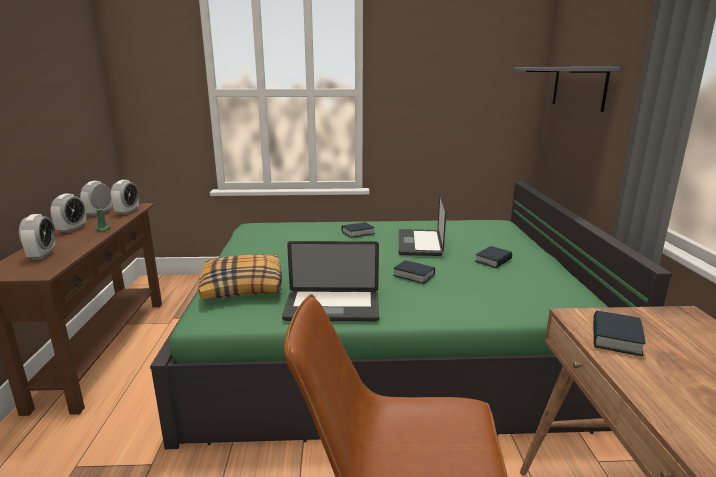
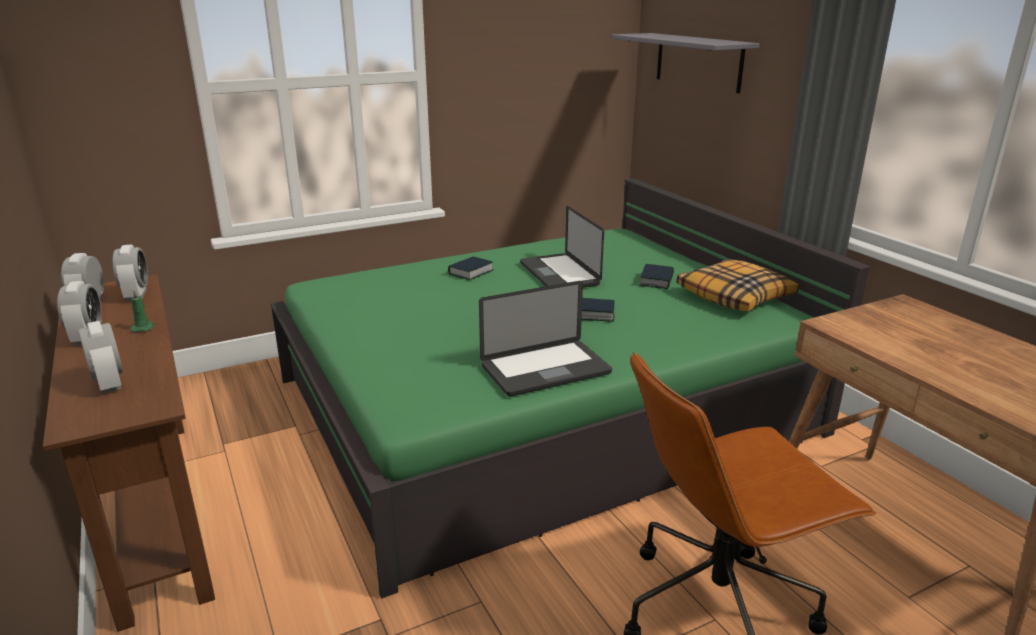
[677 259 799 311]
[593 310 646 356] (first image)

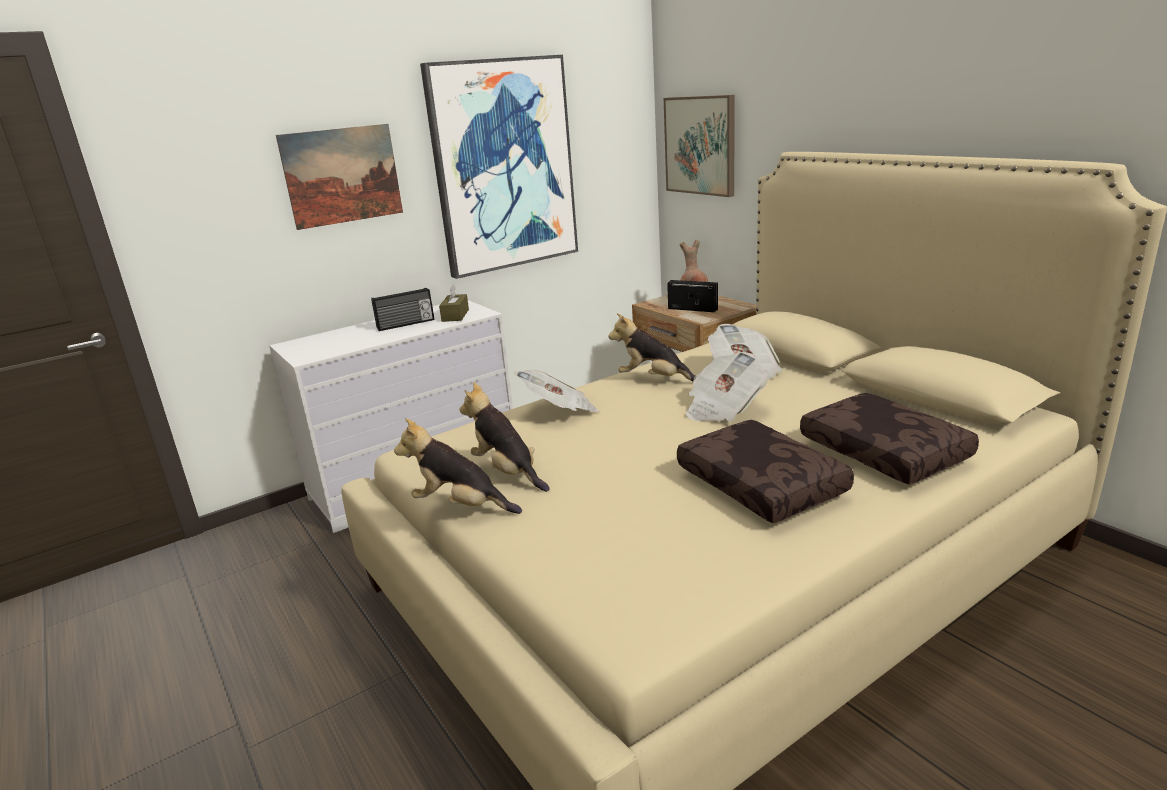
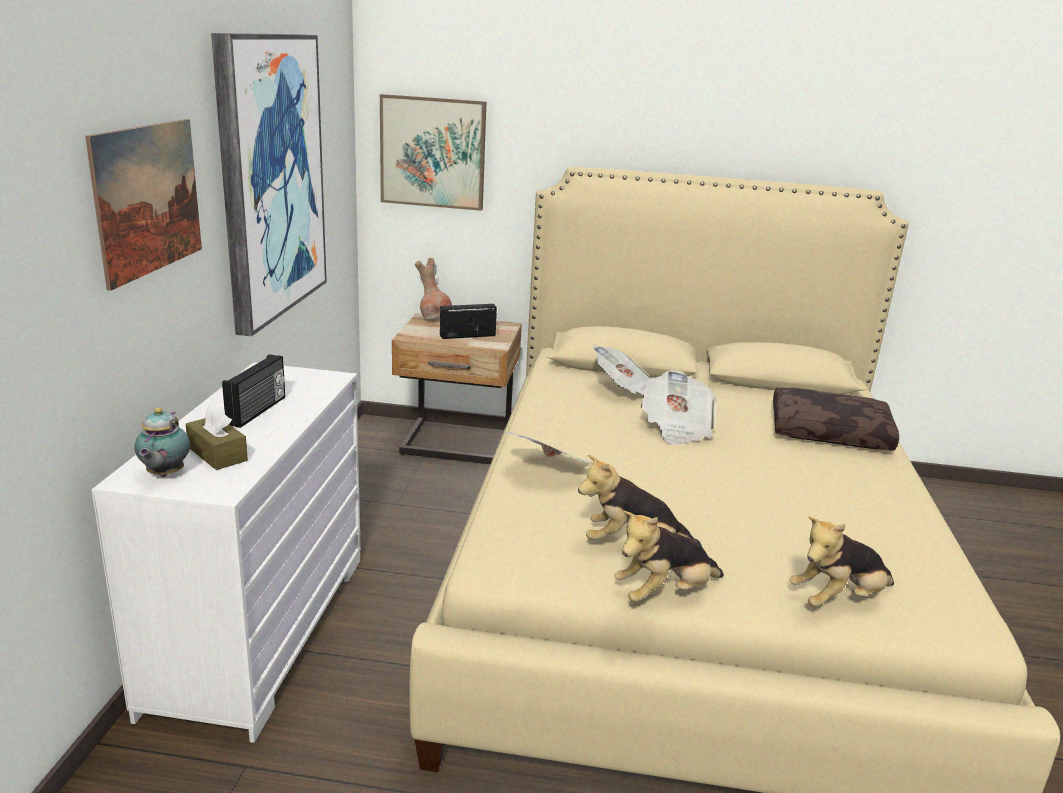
[186 404 248 470]
[790 517 894 607]
[677 420 854 523] (first image)
[134 408 190 477]

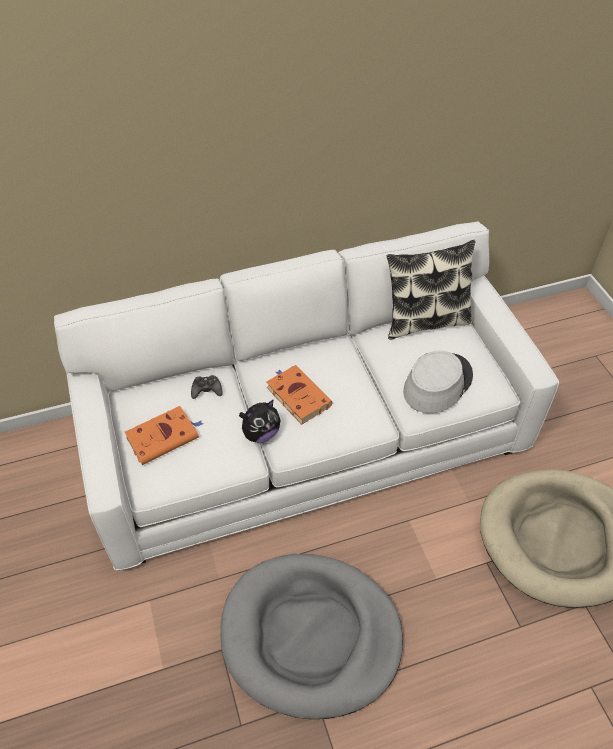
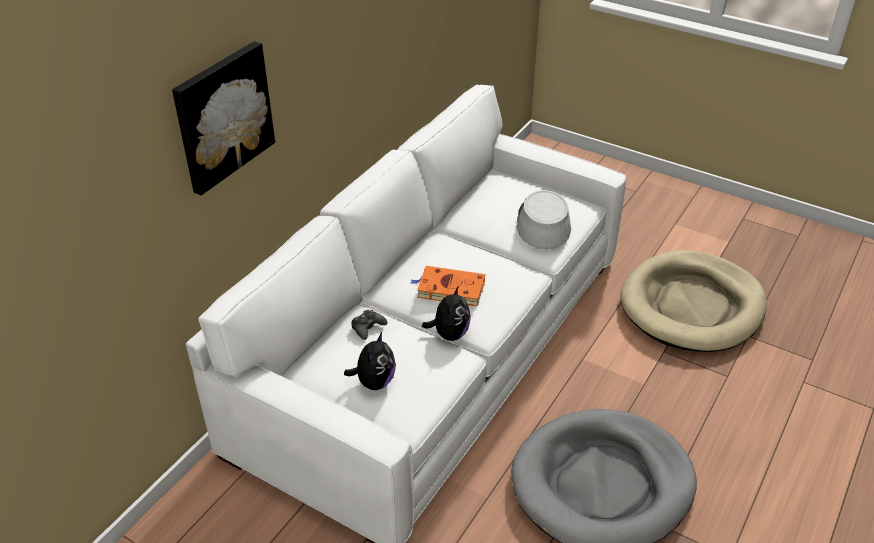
[344 332 396 390]
[387 240 476 339] (first image)
[172 41 275 195]

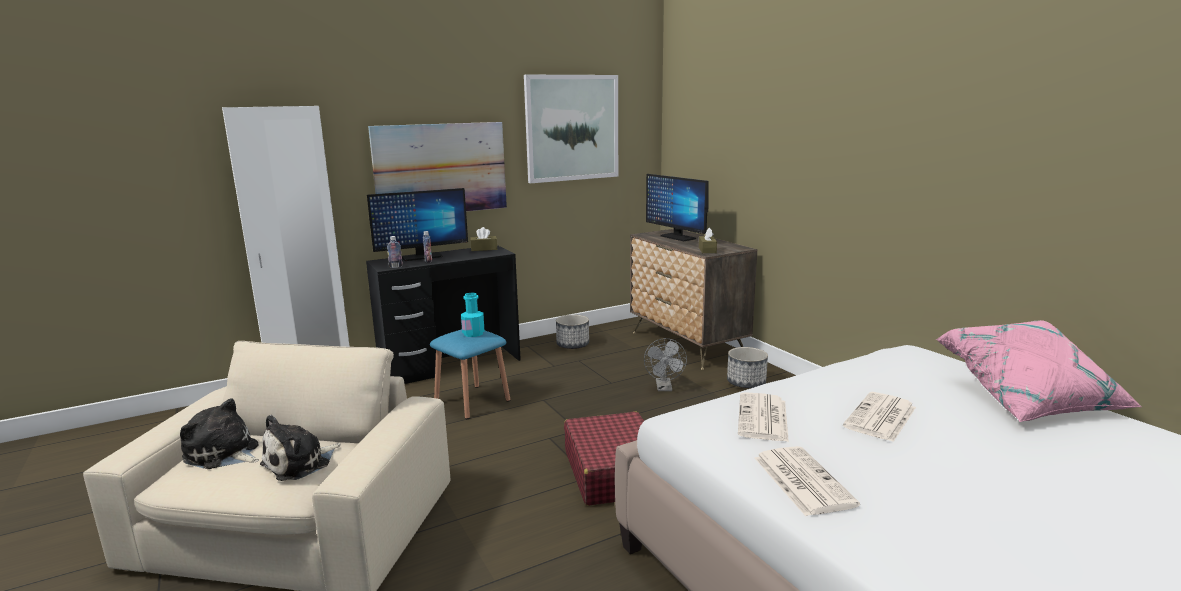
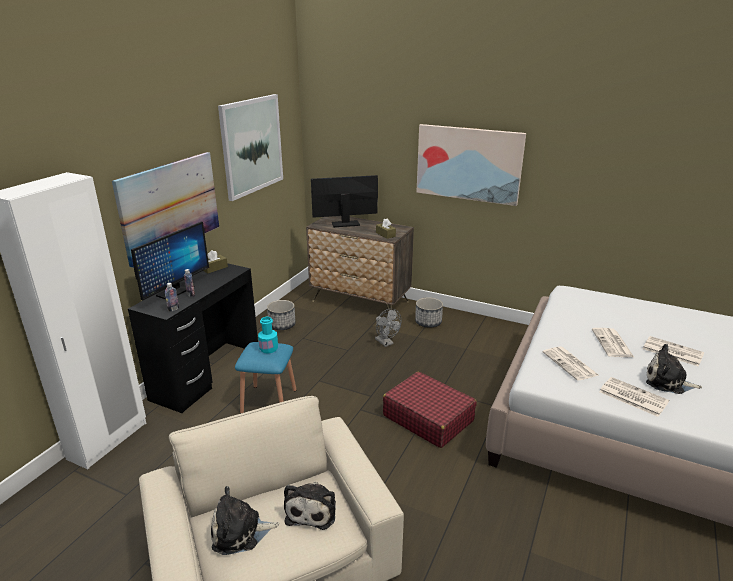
[311 175 378 227]
[936 320 1142 422] (first image)
[417 124 526 206]
[643 336 704 367]
[646 344 702 394]

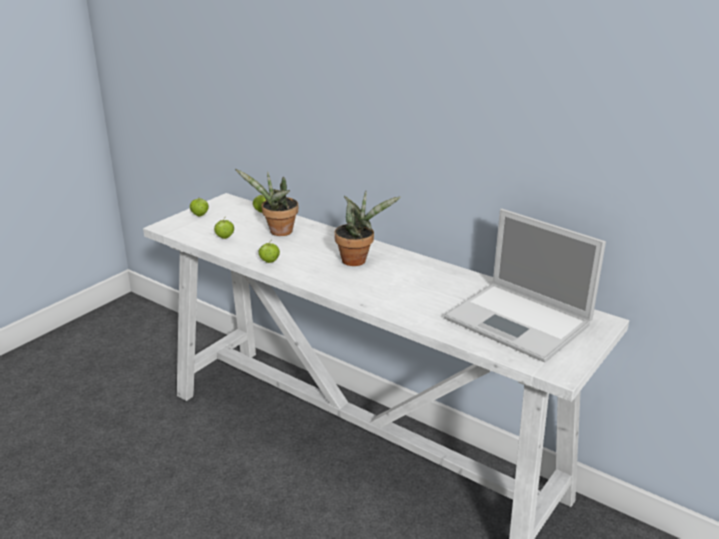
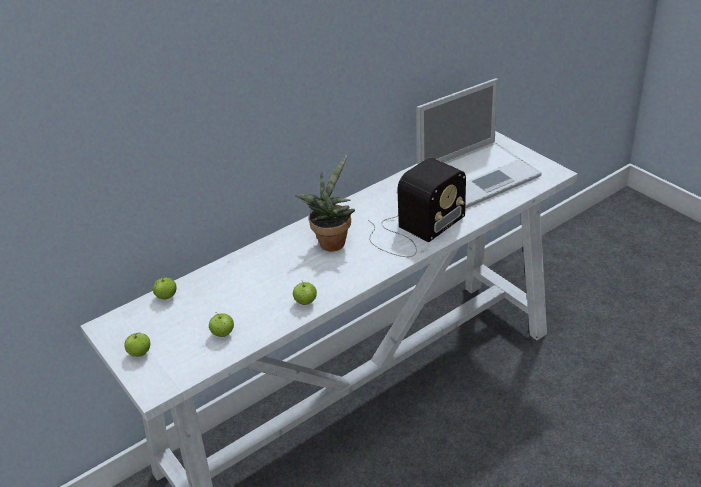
[235 169 298 236] (first image)
[368 158 466 257]

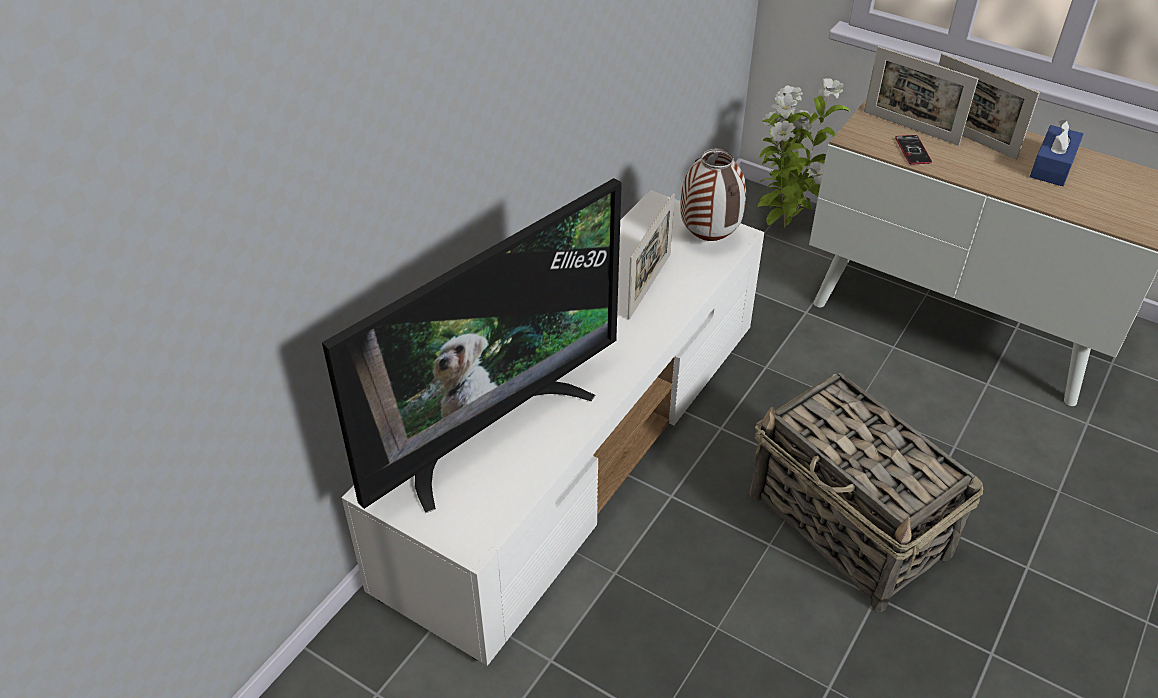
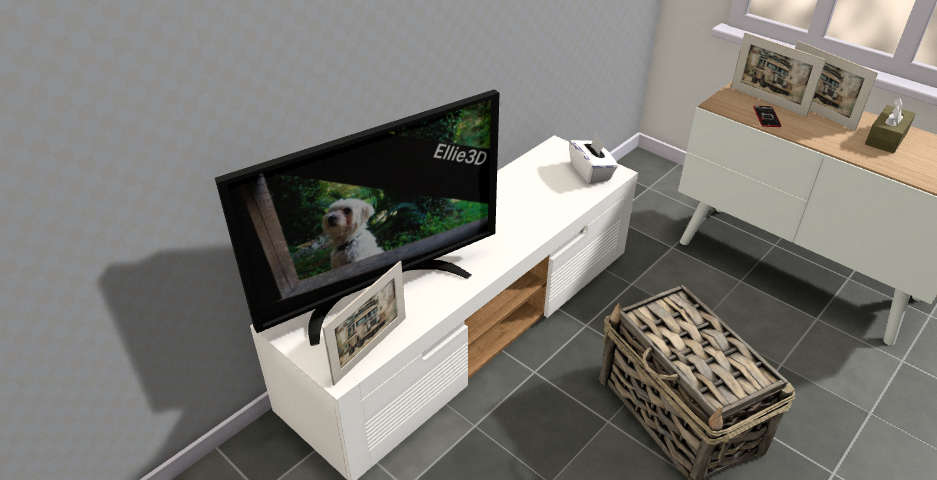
[322 261 406 386]
[569 134 618 184]
[757 78 850 228] (first image)
[865 98 916 153]

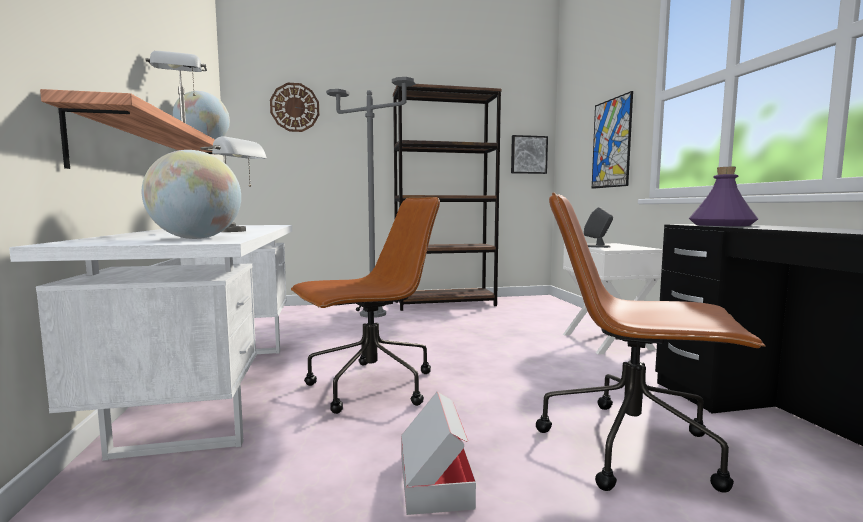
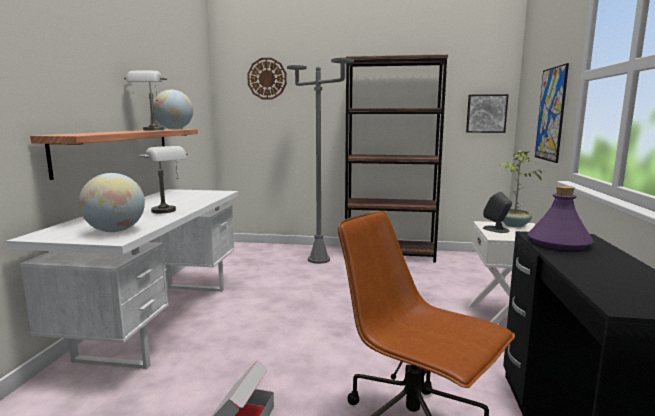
[291 197 440 414] (first image)
[500 150 545 227]

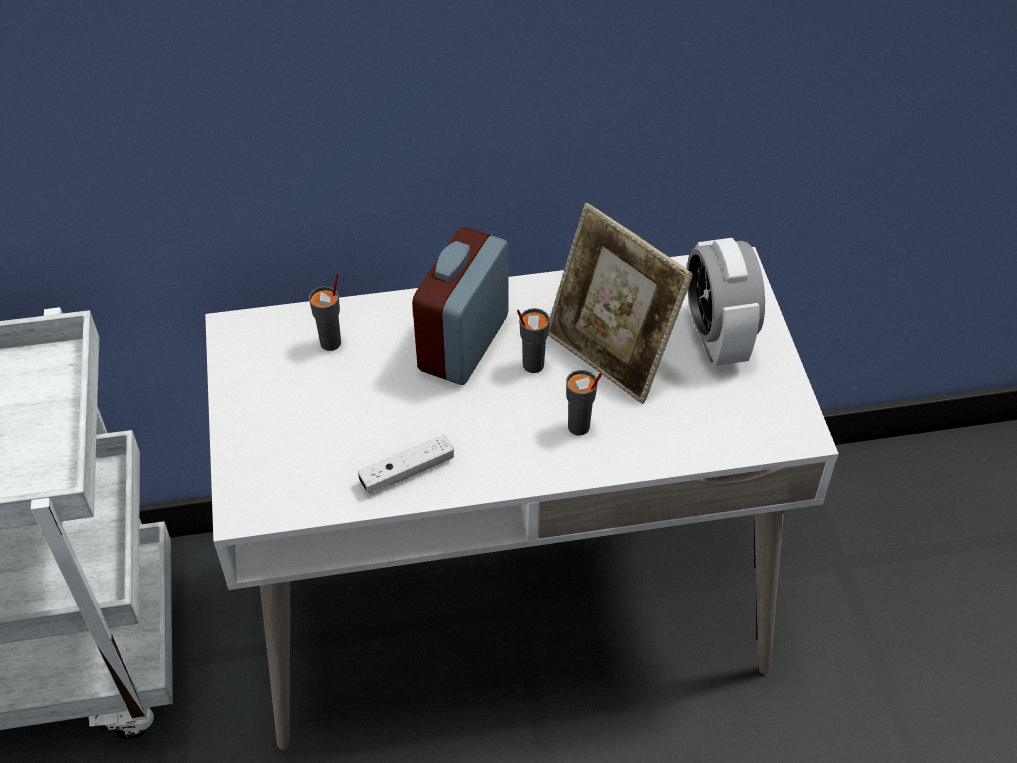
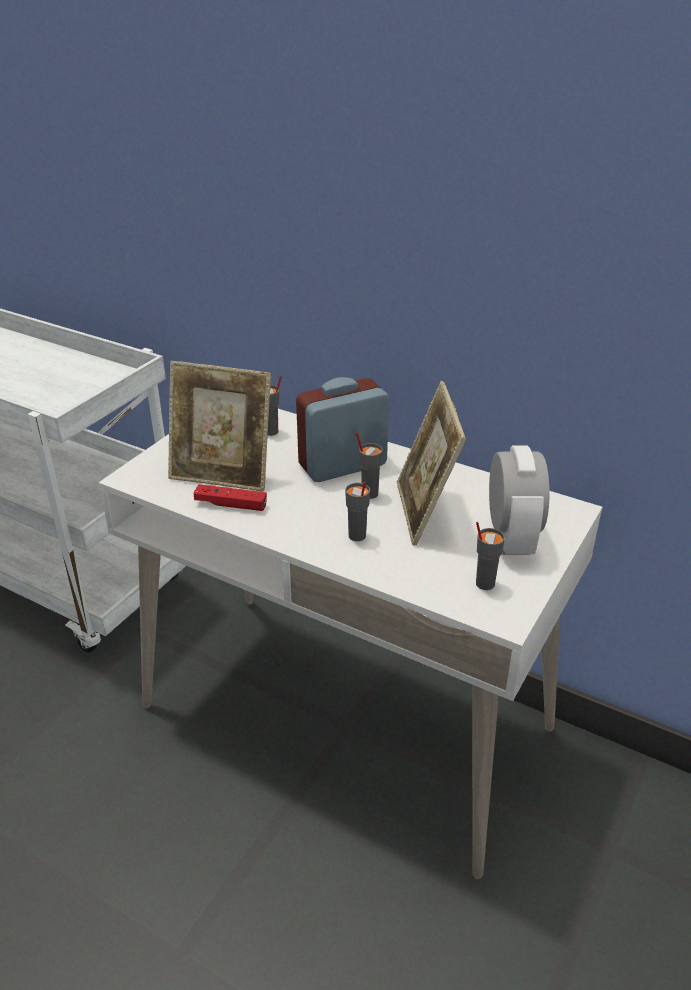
[194 484 267 511]
[489 446 550 555]
[168 361 271 492]
[476 522 505 590]

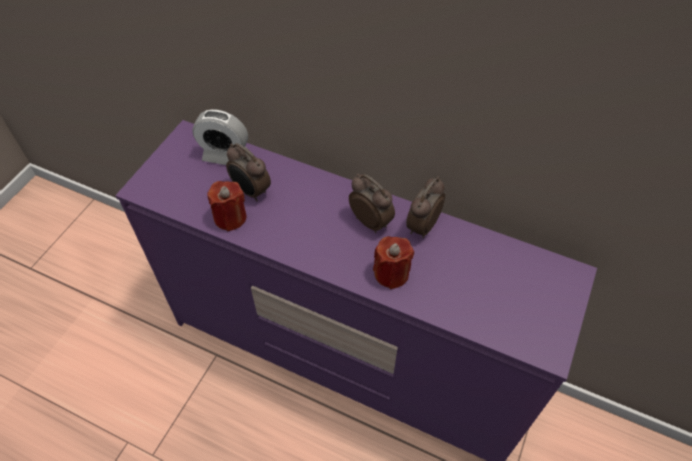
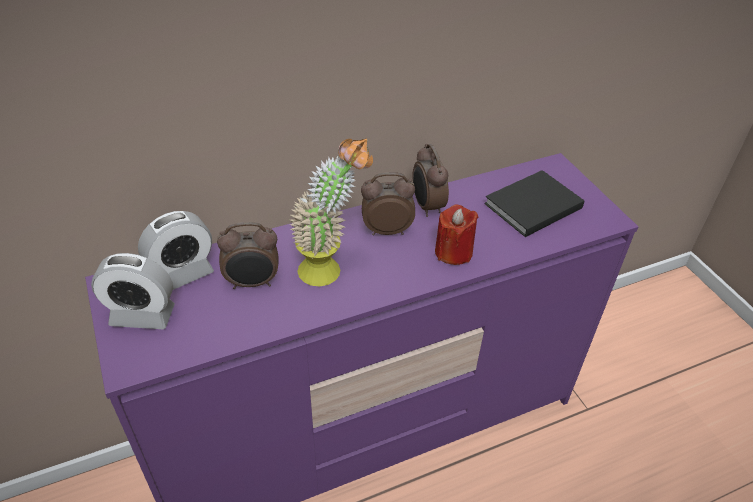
[207 181 246 231] (first image)
[91 253 175 329]
[290 138 373 286]
[484 170 585 237]

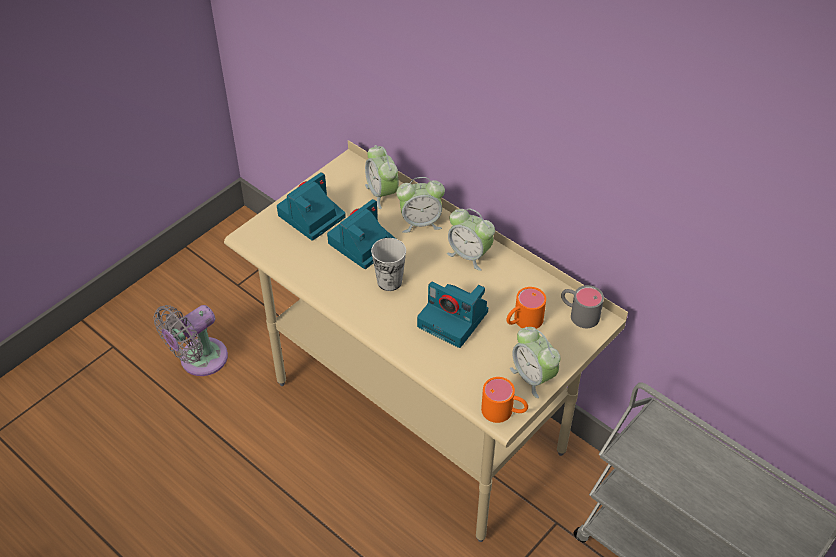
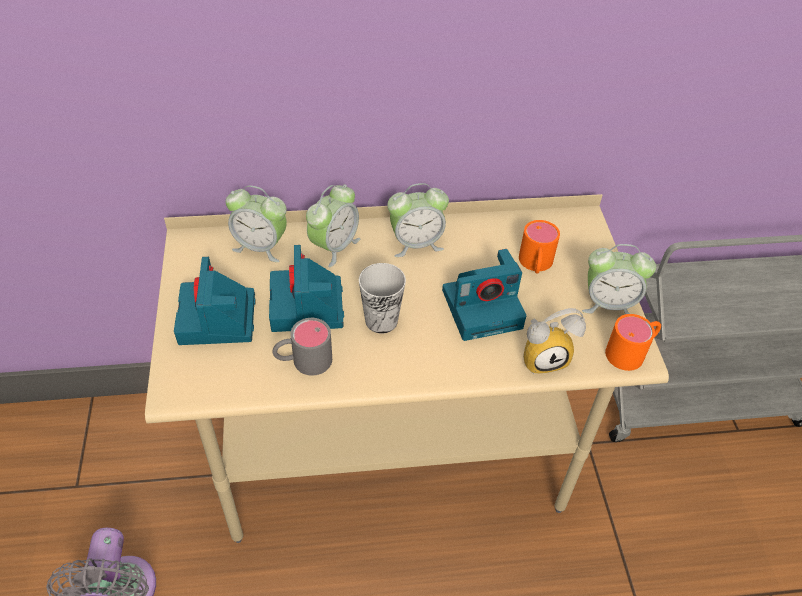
[273 318 332 376]
[523 308 586 375]

